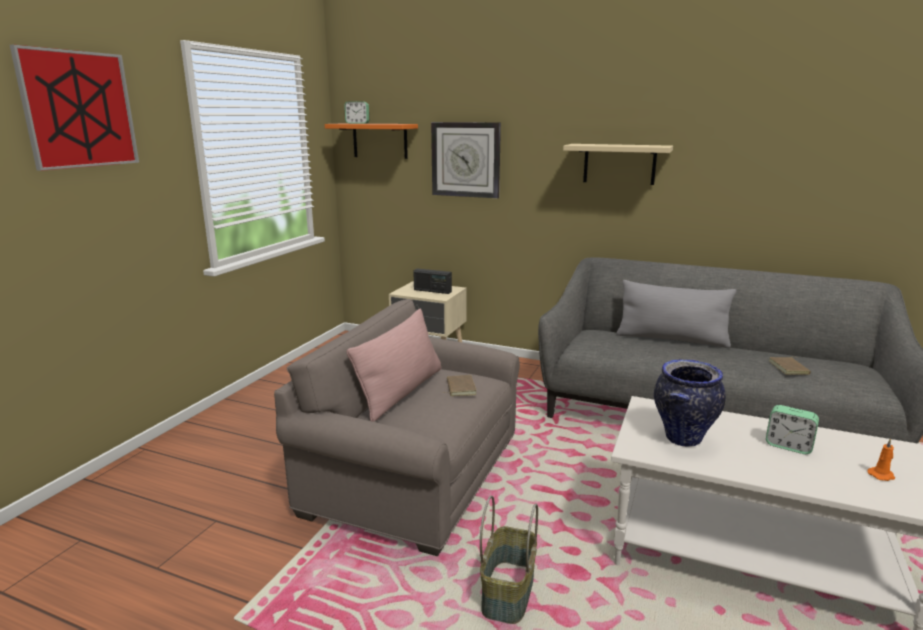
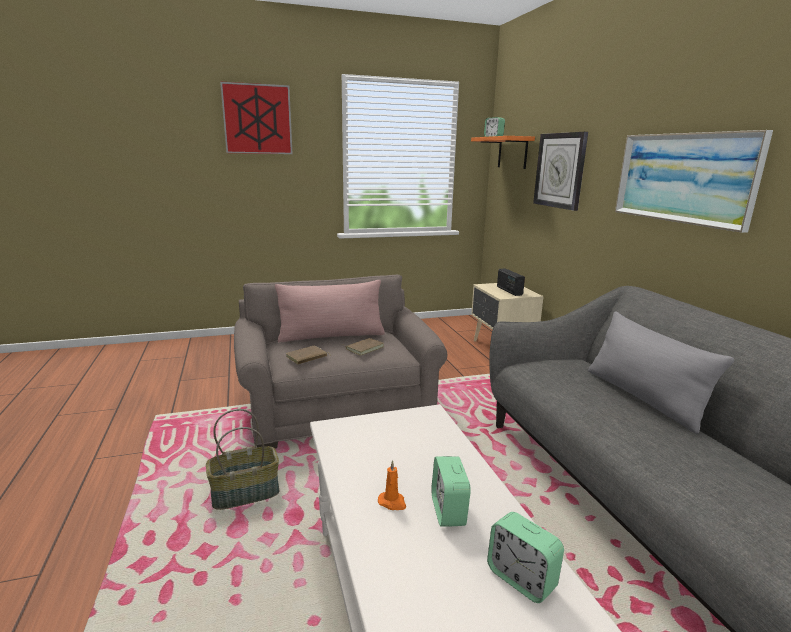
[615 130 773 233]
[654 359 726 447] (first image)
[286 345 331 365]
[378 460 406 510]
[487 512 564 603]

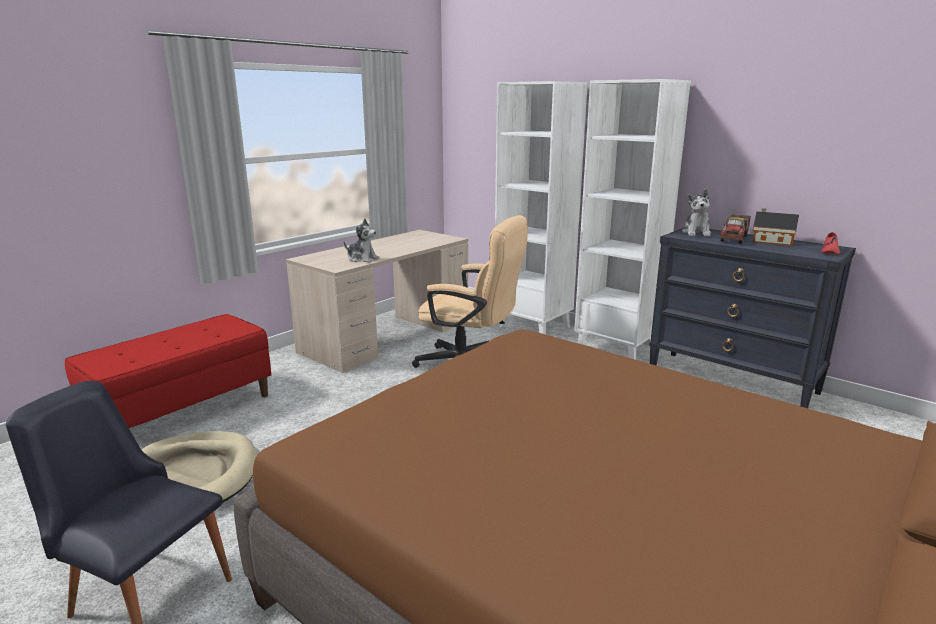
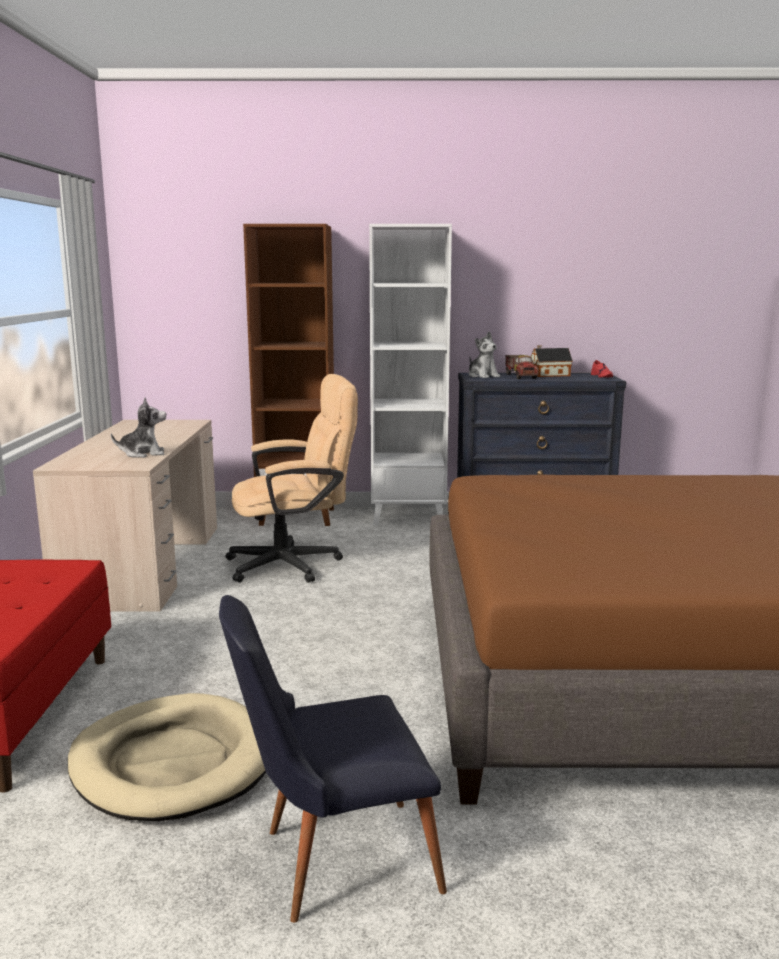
[243 224 334 526]

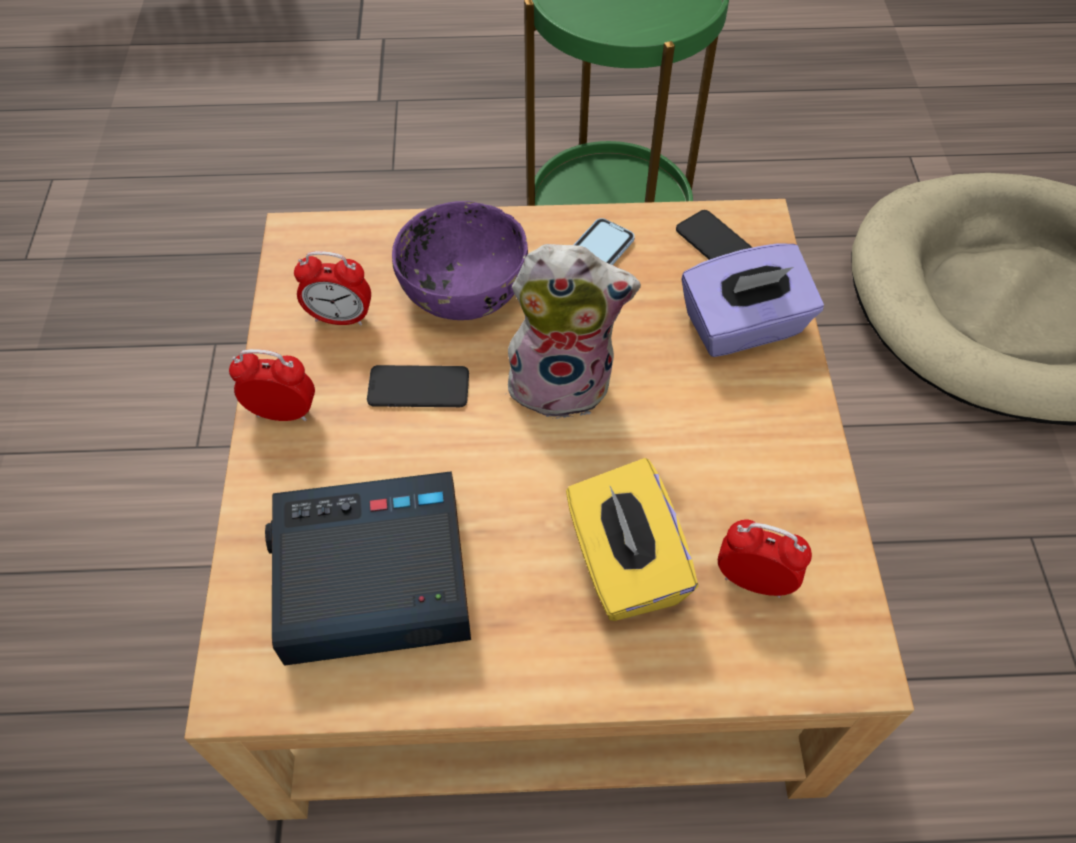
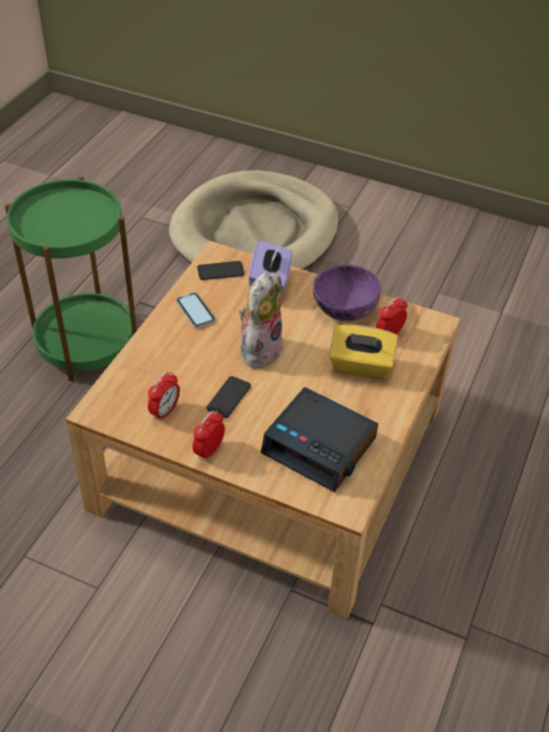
[261 387 378 492]
[313 264 381 321]

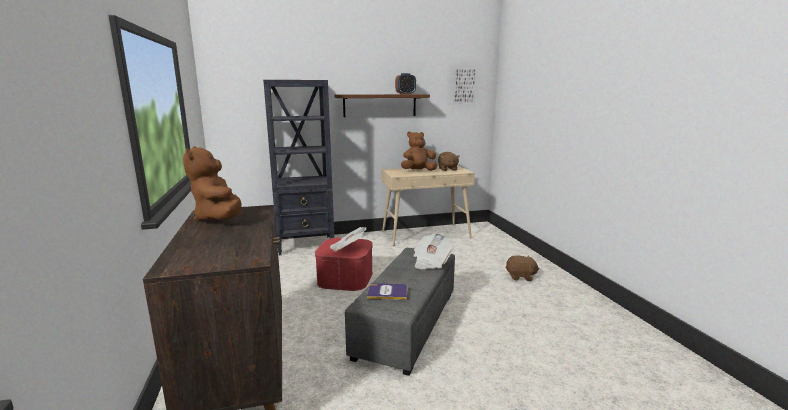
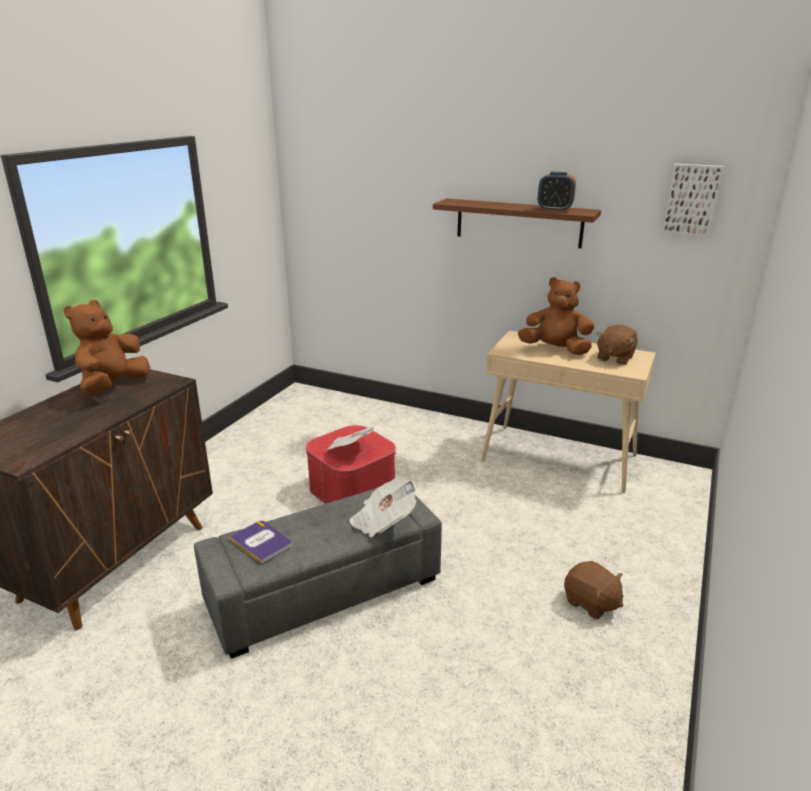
[263 80 334 255] (first image)

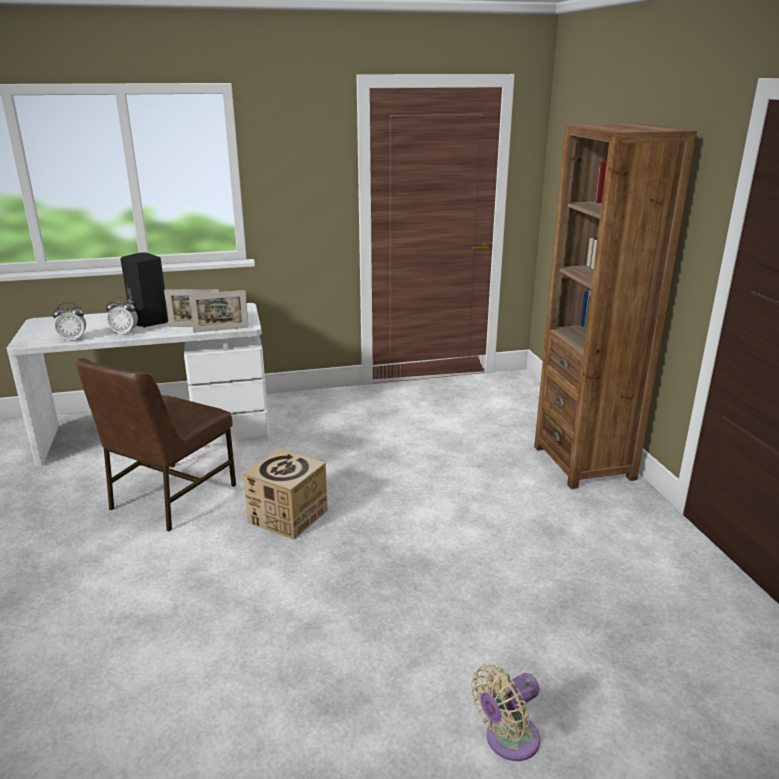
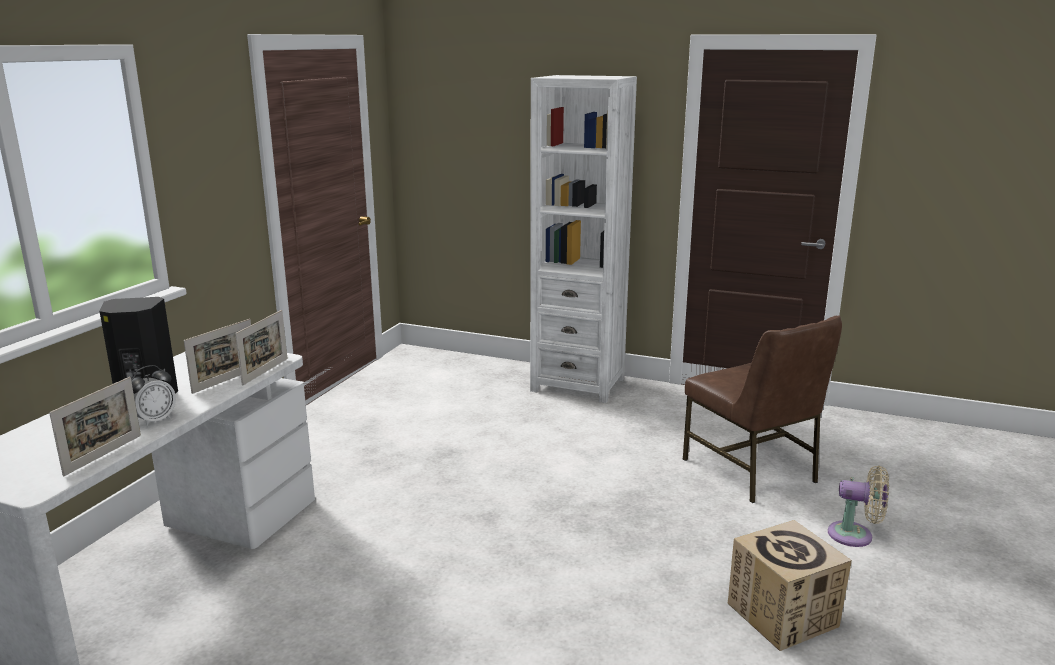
[49 377 141 476]
[683 315 842 503]
[728 520 852 651]
[828 466 889 547]
[530 75 637 403]

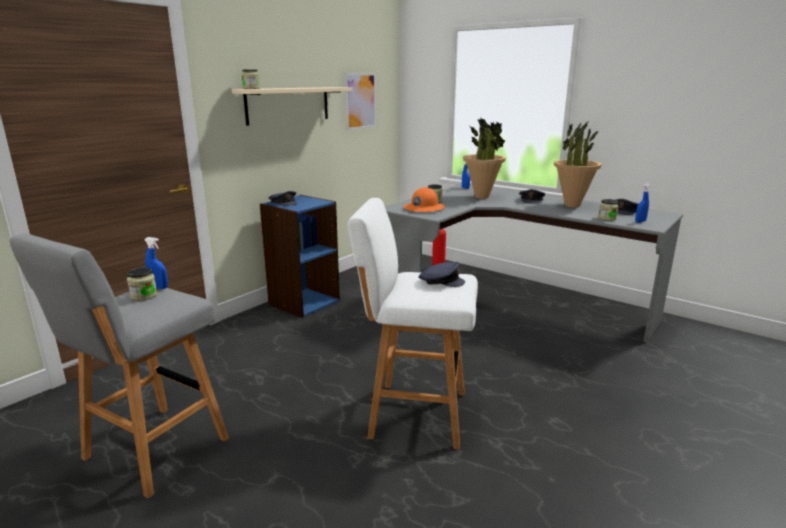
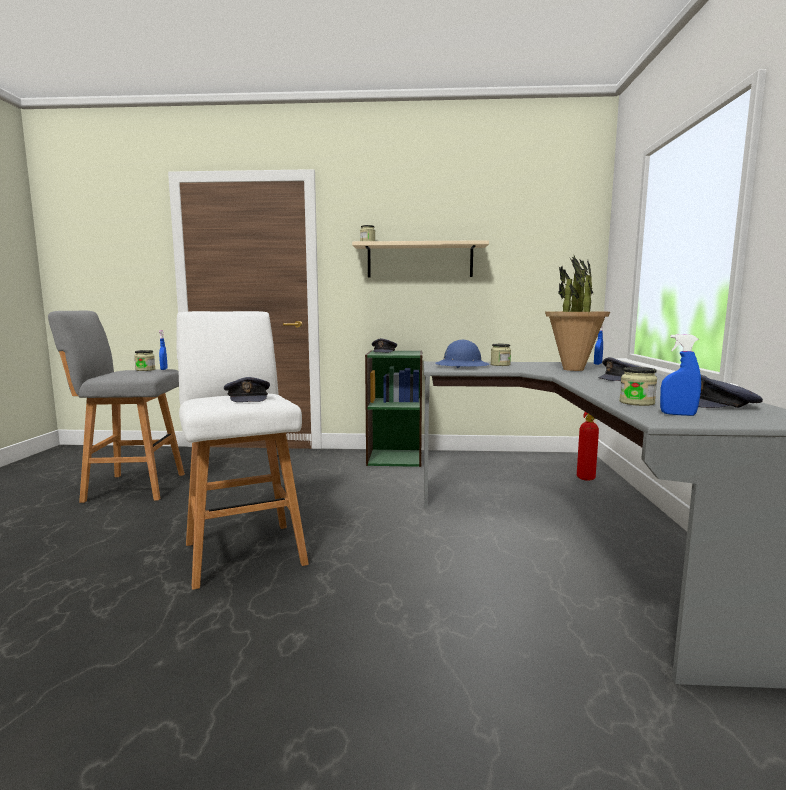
[365 350 423 467]
[344 73 376 130] (first image)
[435 340 490 368]
[554 120 602 207] (first image)

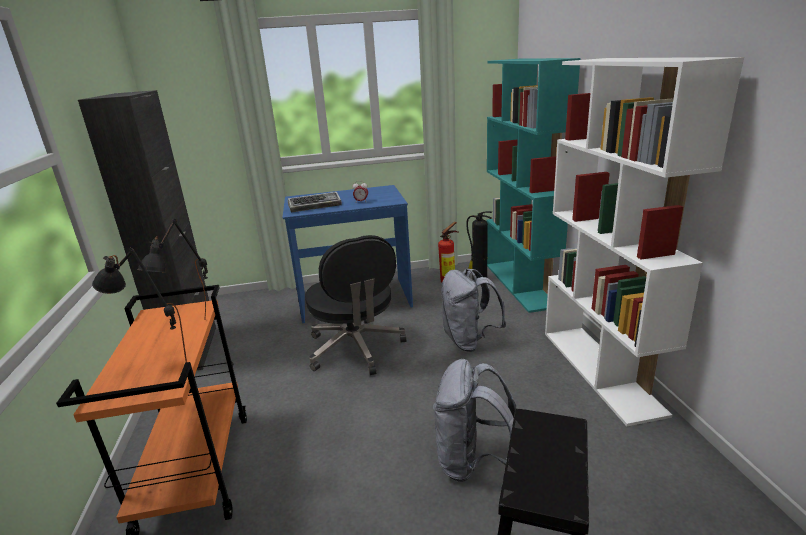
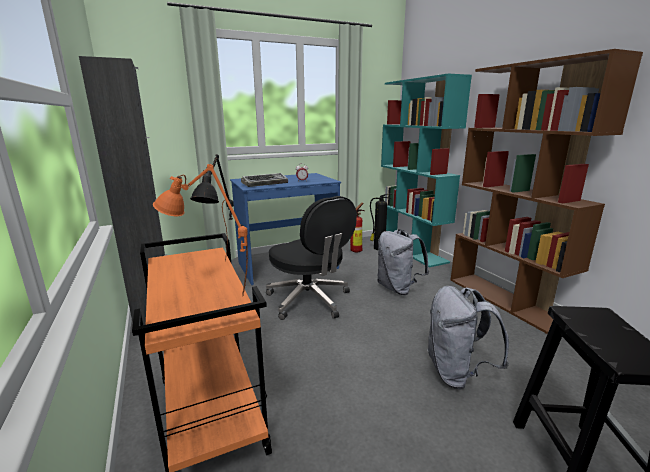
[153 164 248 296]
[450 49 643 334]

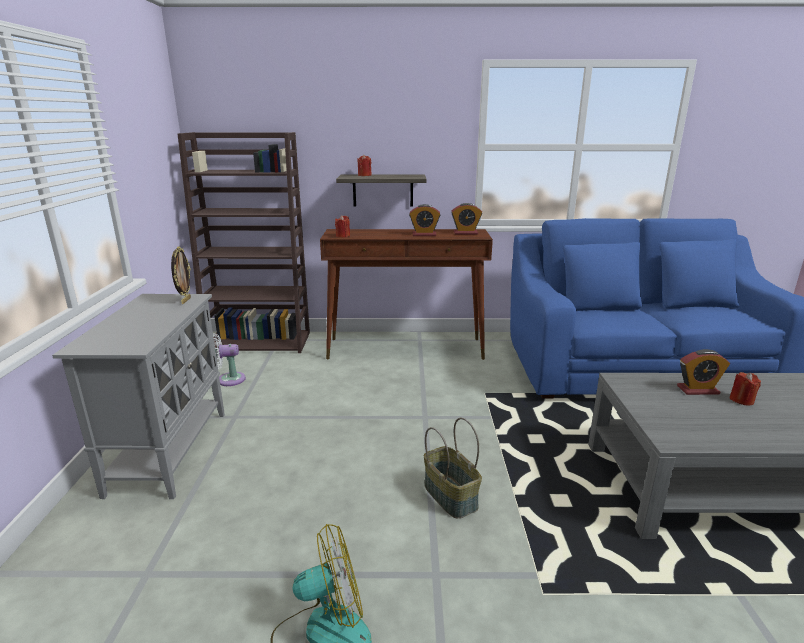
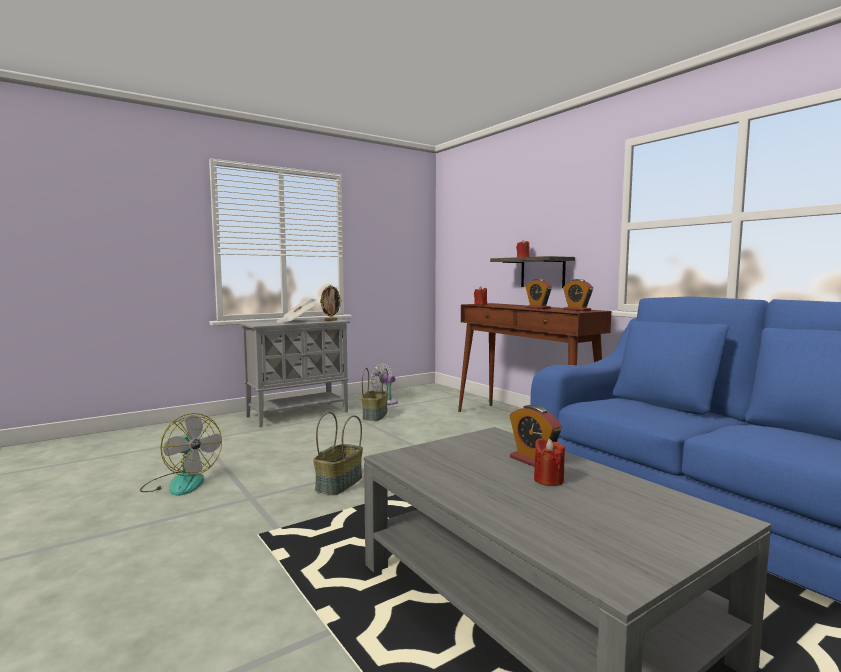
[178 132 310 353] (first image)
[276 299 316 323]
[362 368 388 421]

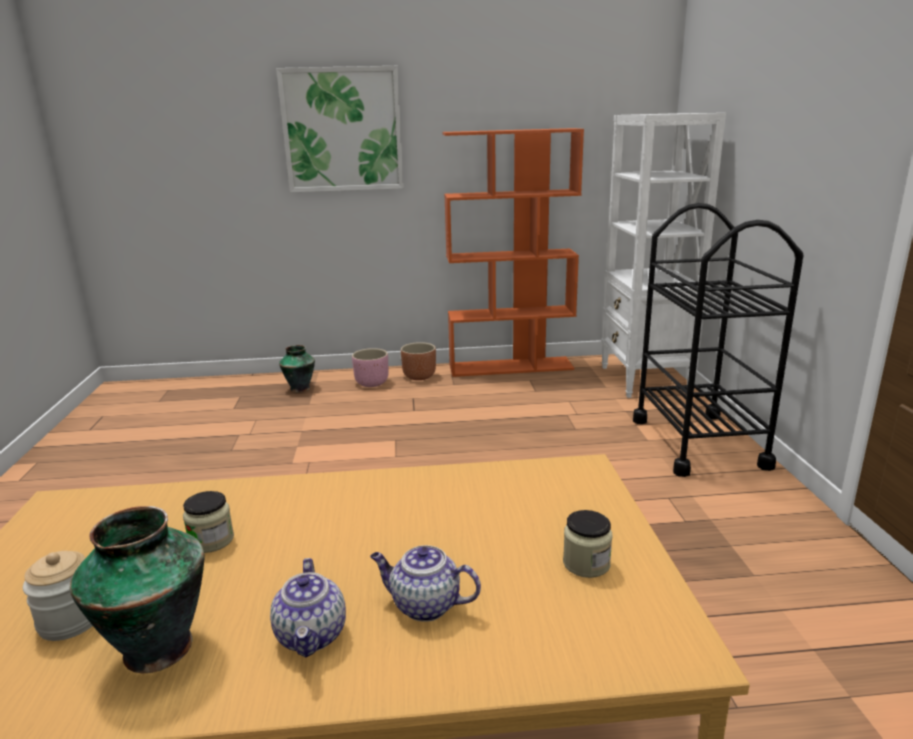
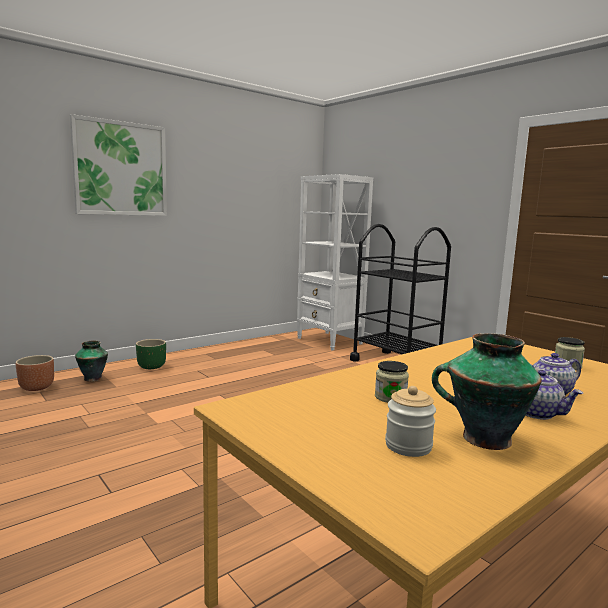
[136 339 166 369]
[16 355 54 391]
[442 128 584 377] (first image)

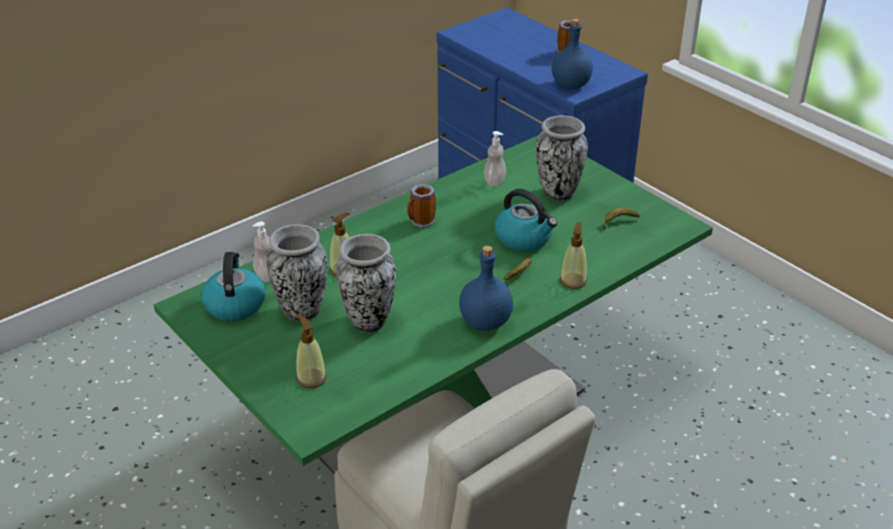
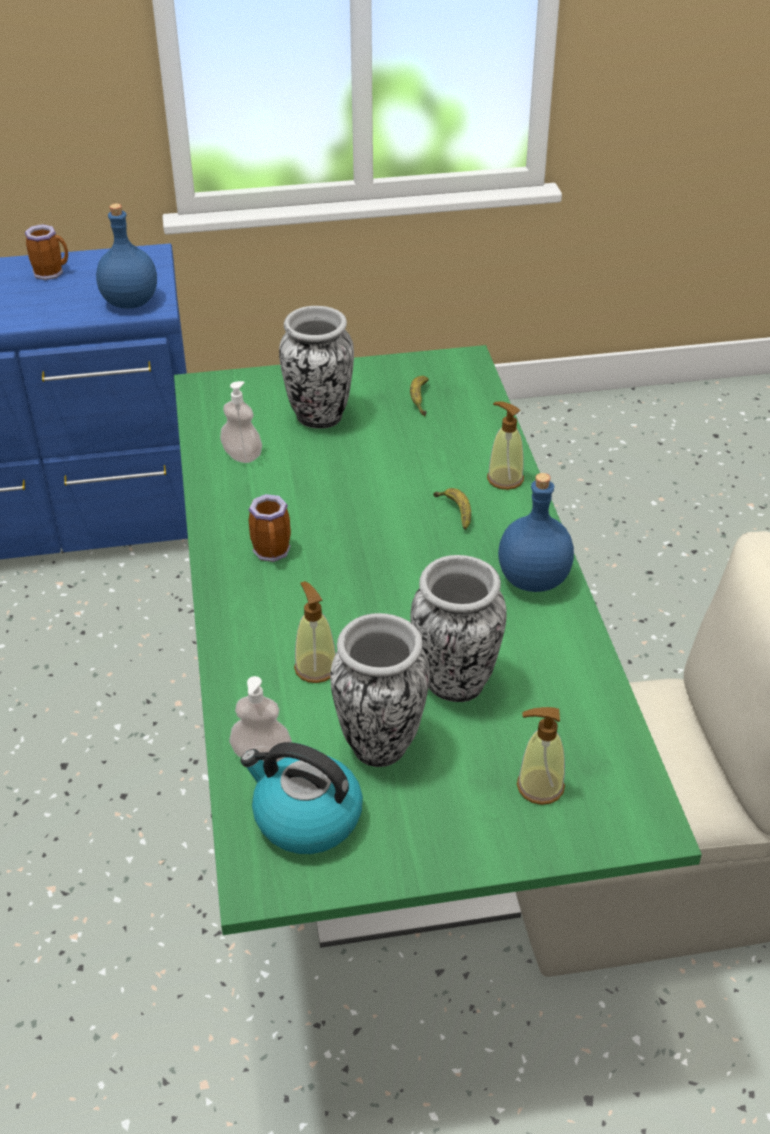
[495 189 557 251] (first image)

